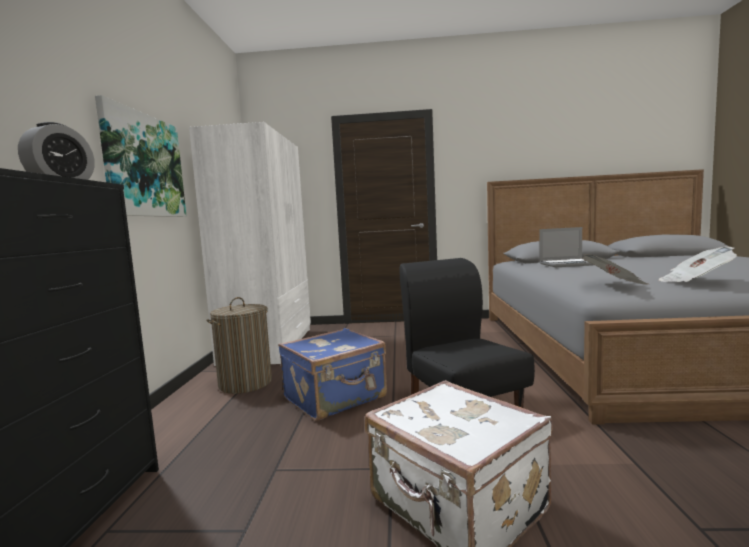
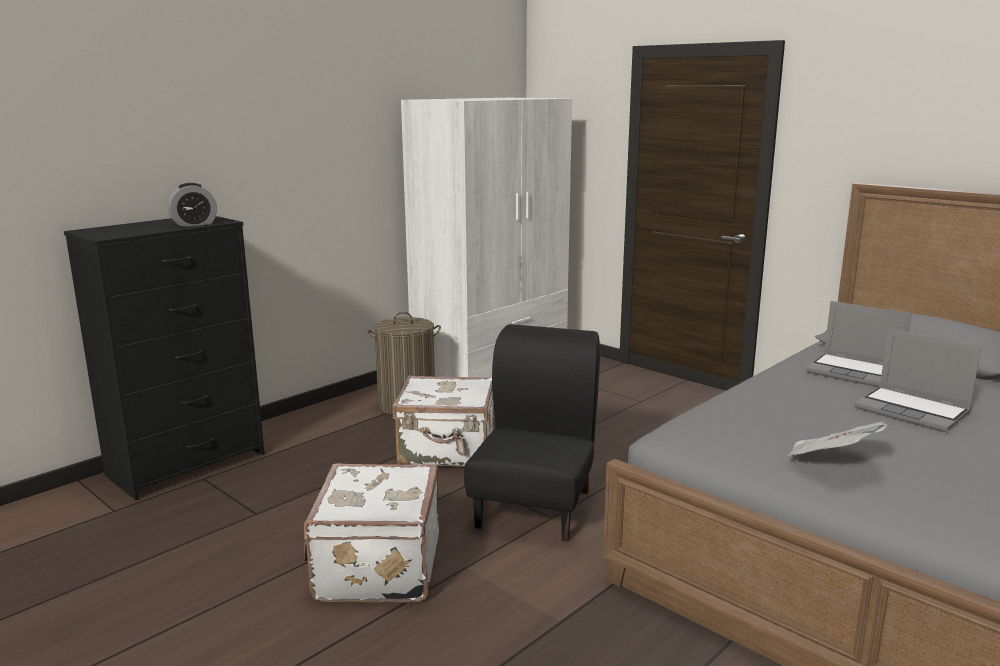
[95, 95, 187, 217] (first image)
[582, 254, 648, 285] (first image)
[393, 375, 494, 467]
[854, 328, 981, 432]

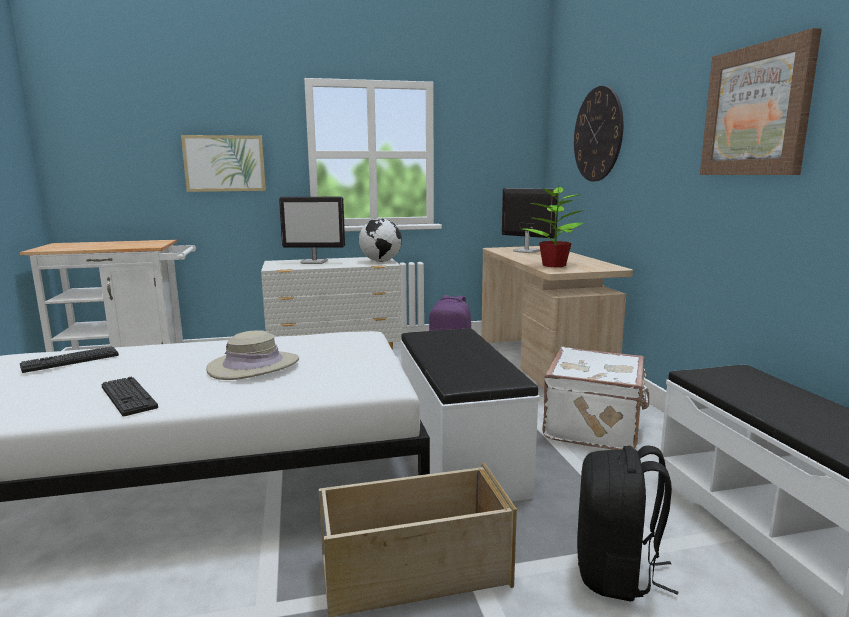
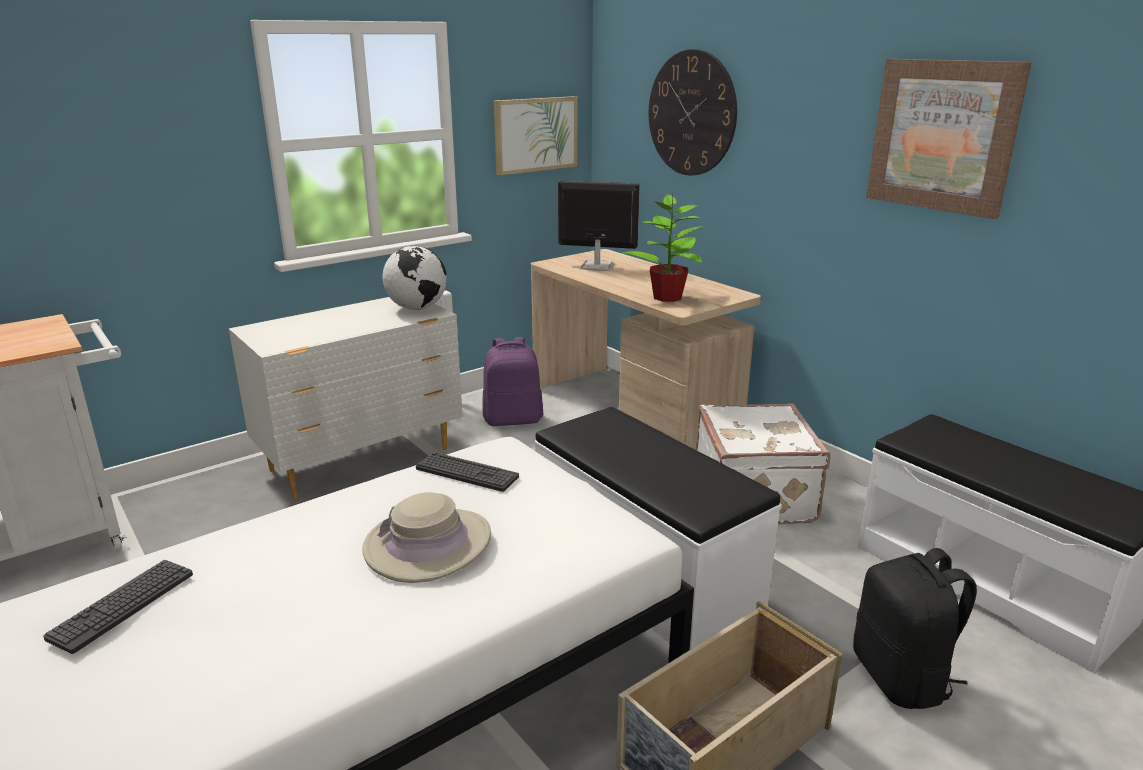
[494, 96, 577, 175]
[279, 197, 345, 264] (first image)
[416, 452, 519, 492]

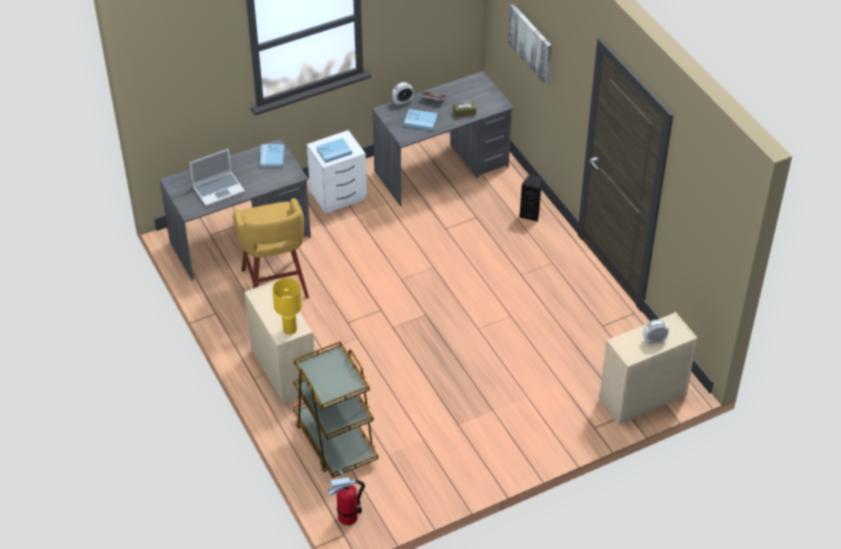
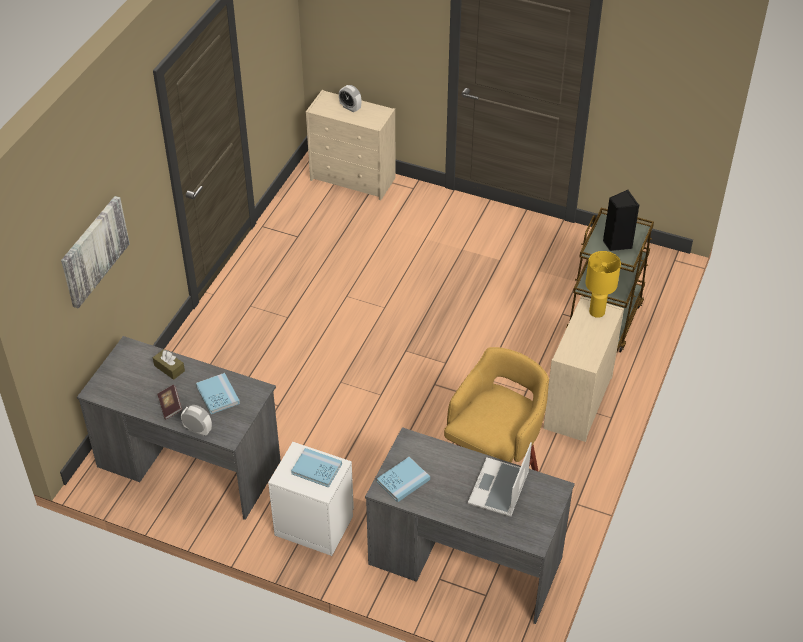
[468, 442, 532, 517]
[603, 190, 640, 251]
[328, 469, 365, 525] (first image)

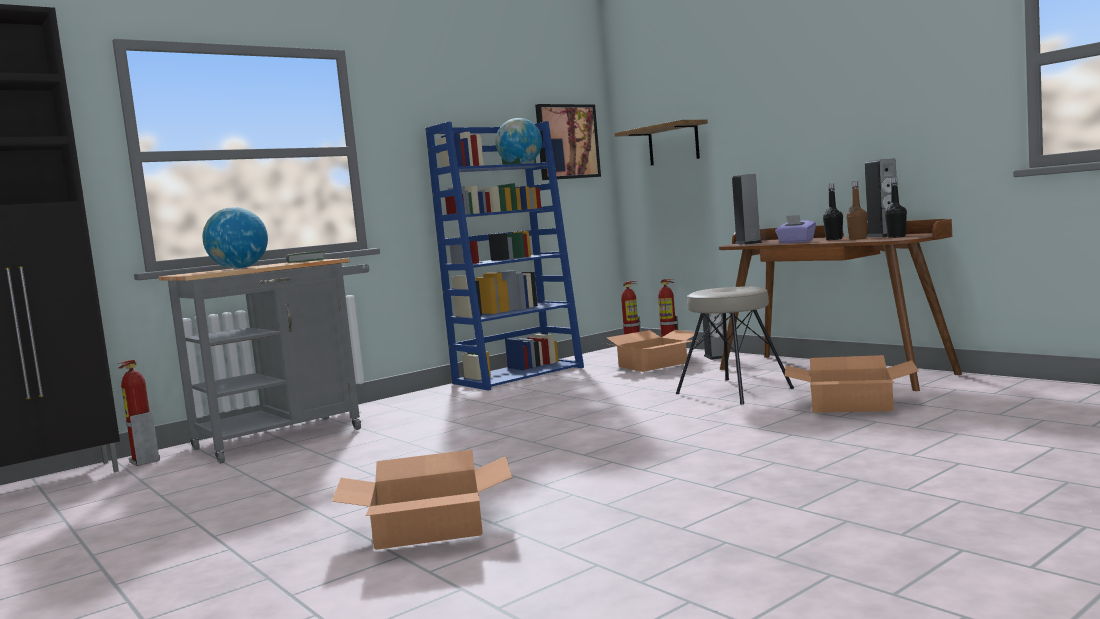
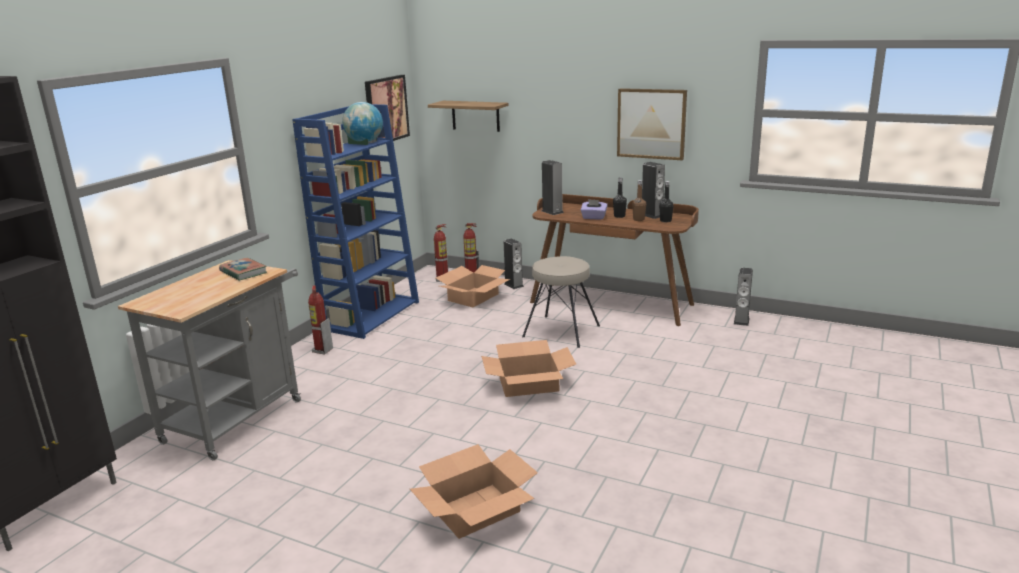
[202, 207, 268, 269] (first image)
[481, 340, 576, 397]
[308, 285, 333, 355]
[617, 88, 687, 160]
[734, 268, 753, 326]

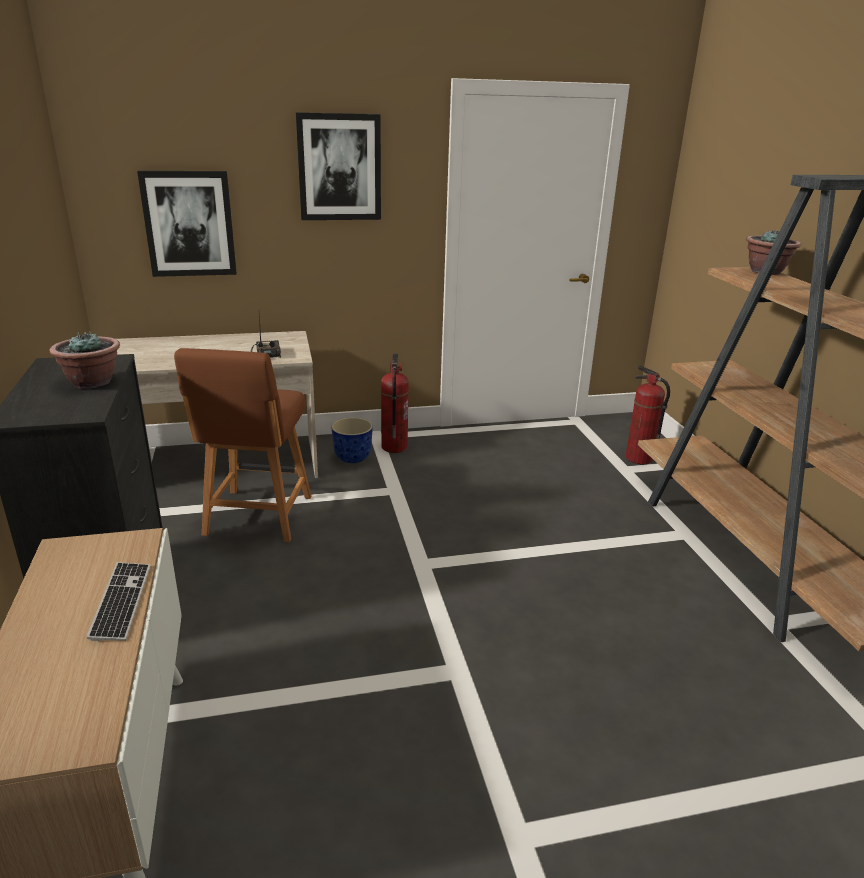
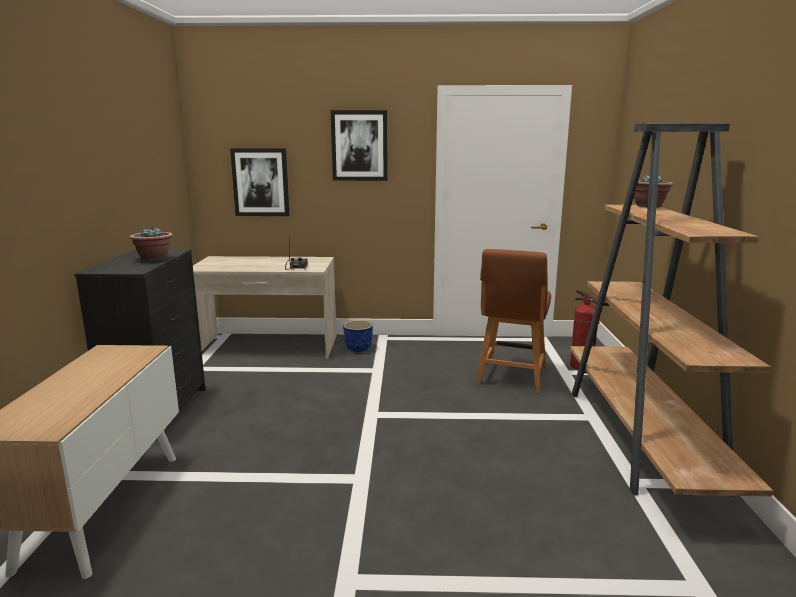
[476, 249, 551, 394]
[381, 353, 409, 453] (first image)
[87, 562, 151, 641] (first image)

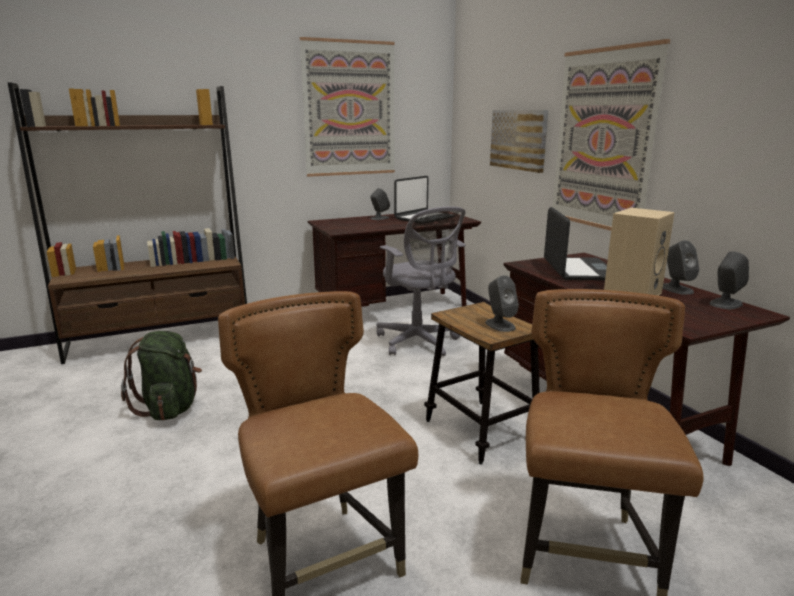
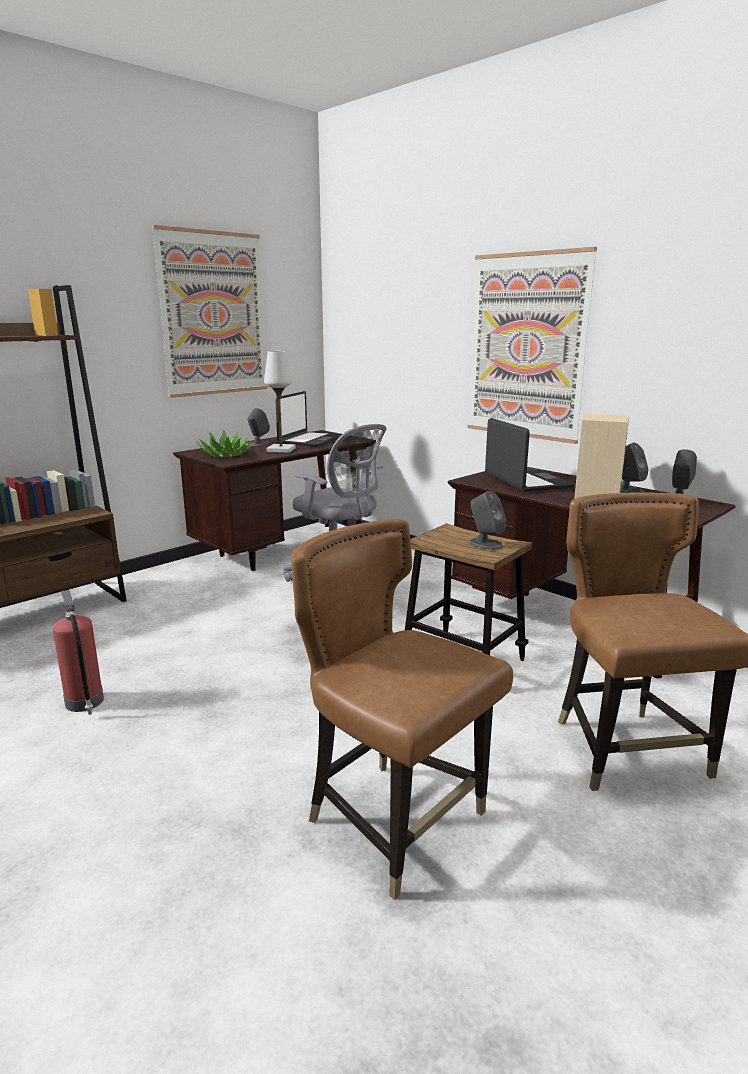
[490, 110, 549, 173] (first image)
[53, 590, 104, 715]
[264, 351, 295, 453]
[196, 429, 254, 457]

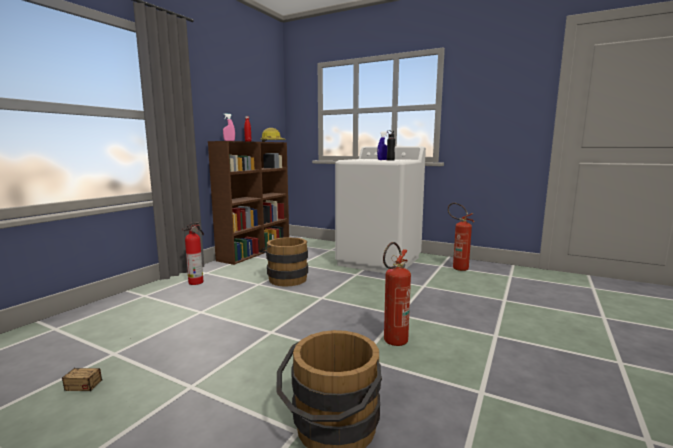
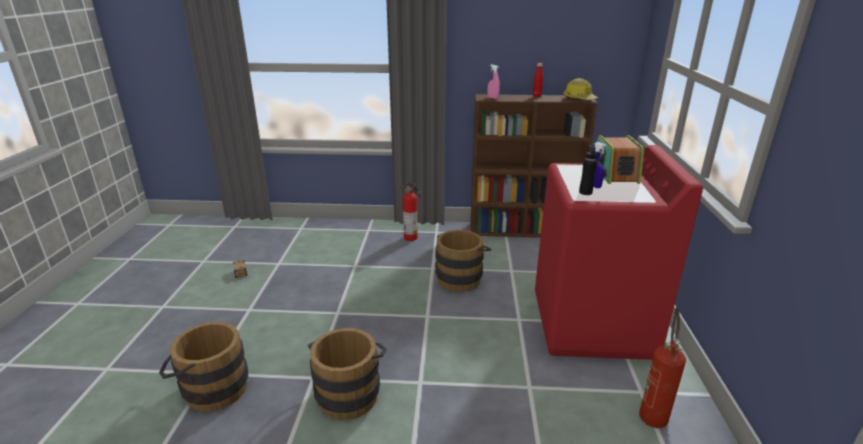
[535, 145, 703, 360]
[308, 328, 387, 420]
[595, 135, 644, 184]

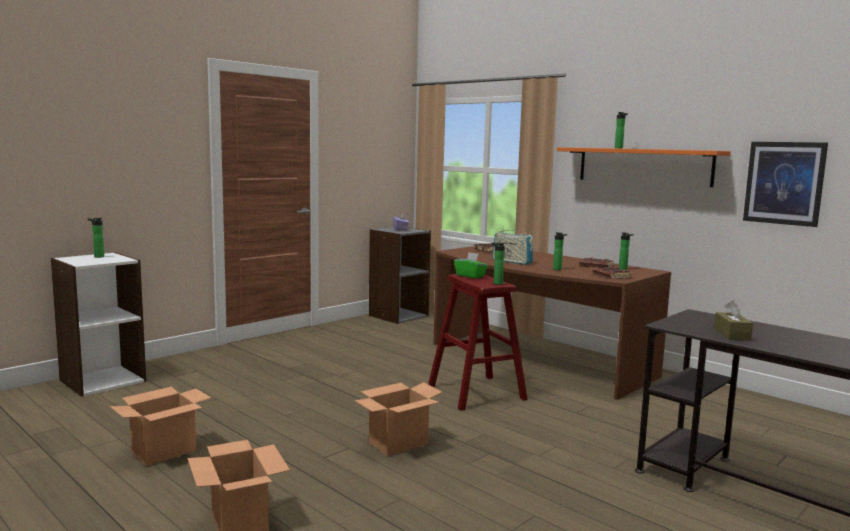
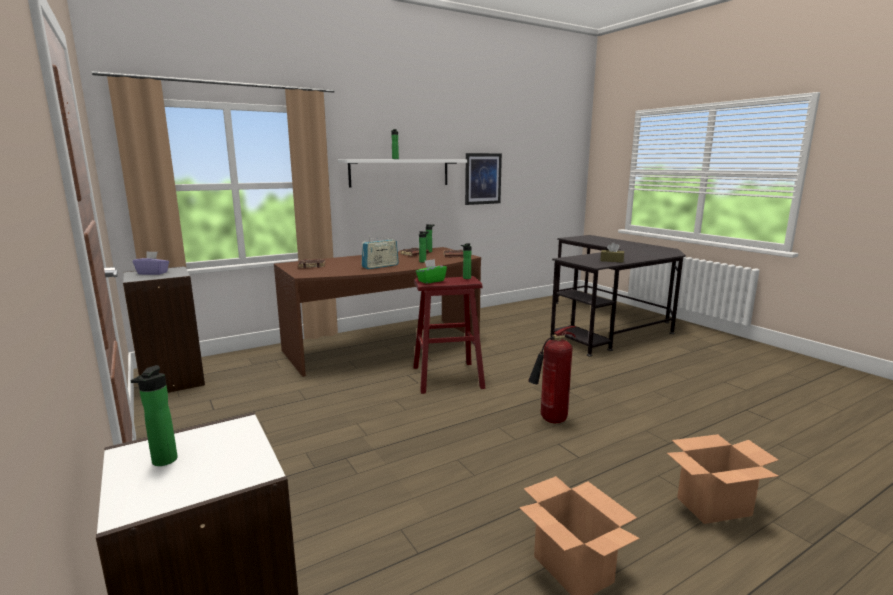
[338, 159, 467, 188]
[528, 326, 576, 423]

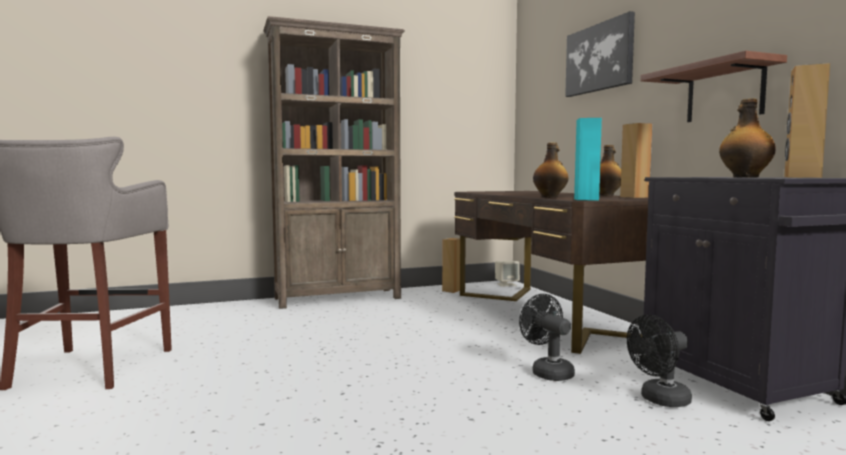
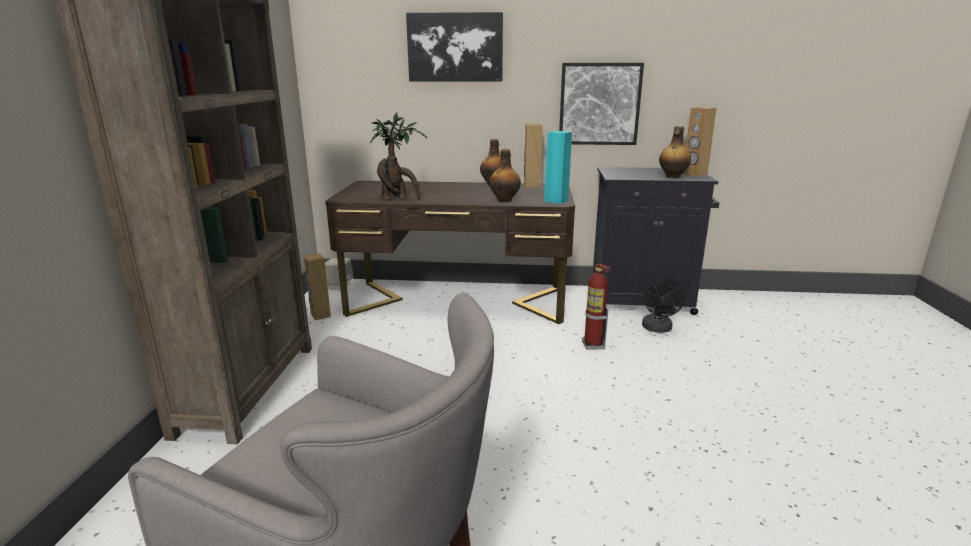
[559, 63, 644, 145]
[582, 263, 611, 350]
[370, 112, 428, 200]

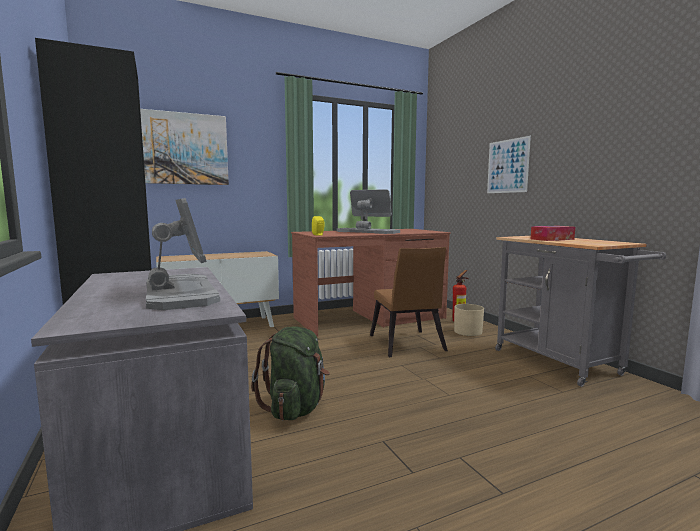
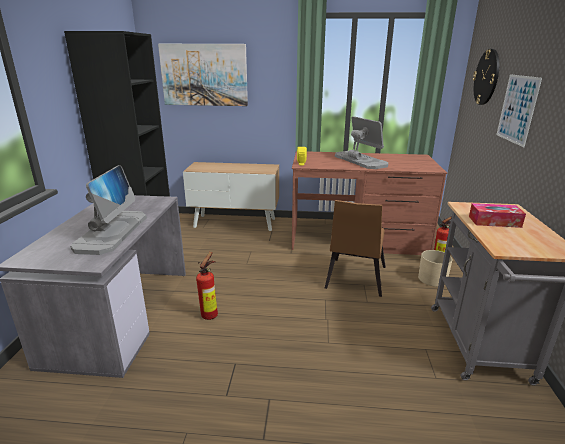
[196, 252, 218, 320]
[473, 49, 499, 105]

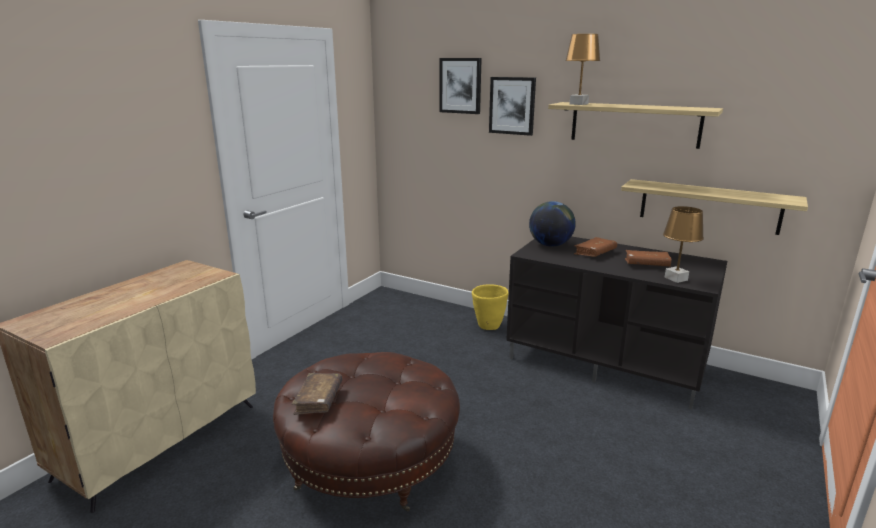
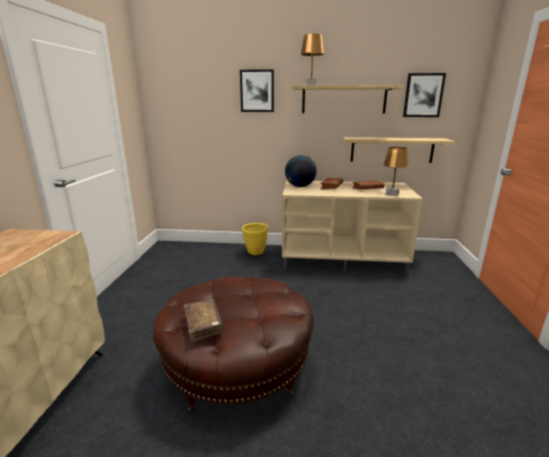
[403, 73, 446, 117]
[282, 180, 423, 275]

